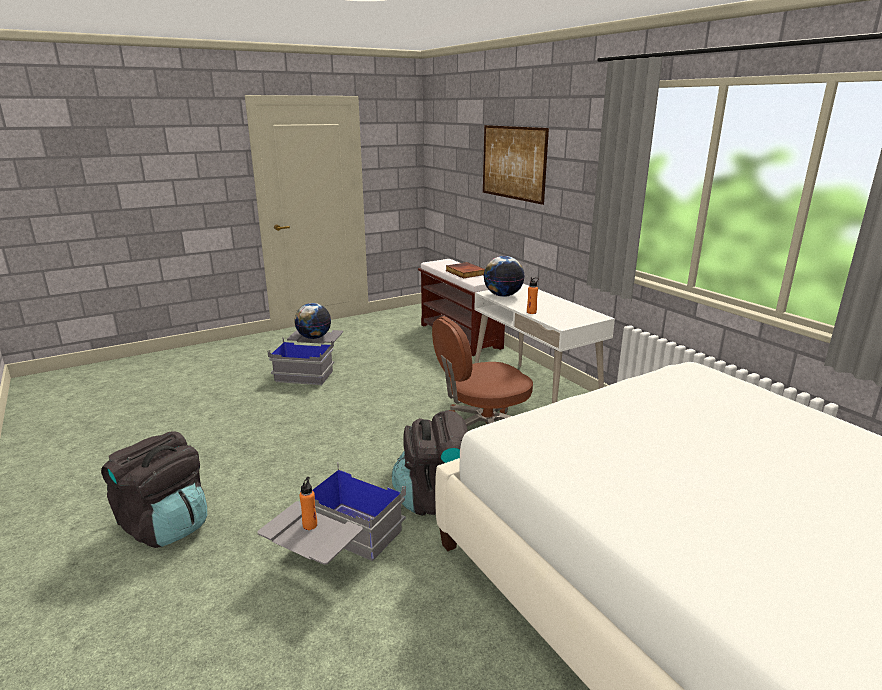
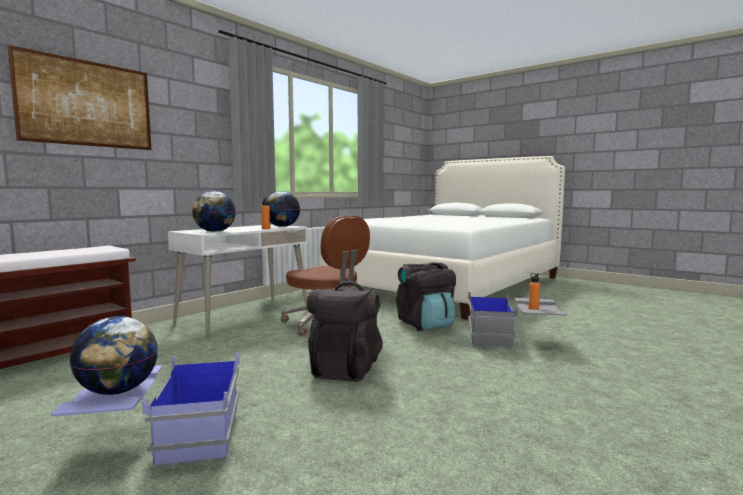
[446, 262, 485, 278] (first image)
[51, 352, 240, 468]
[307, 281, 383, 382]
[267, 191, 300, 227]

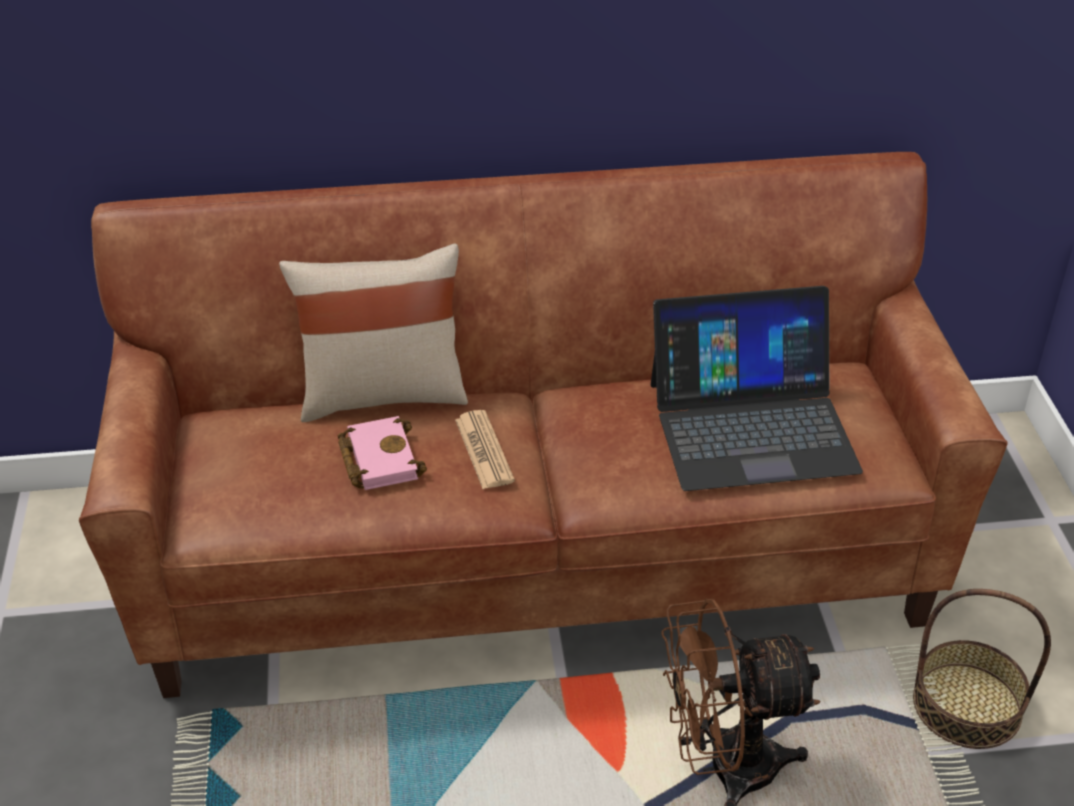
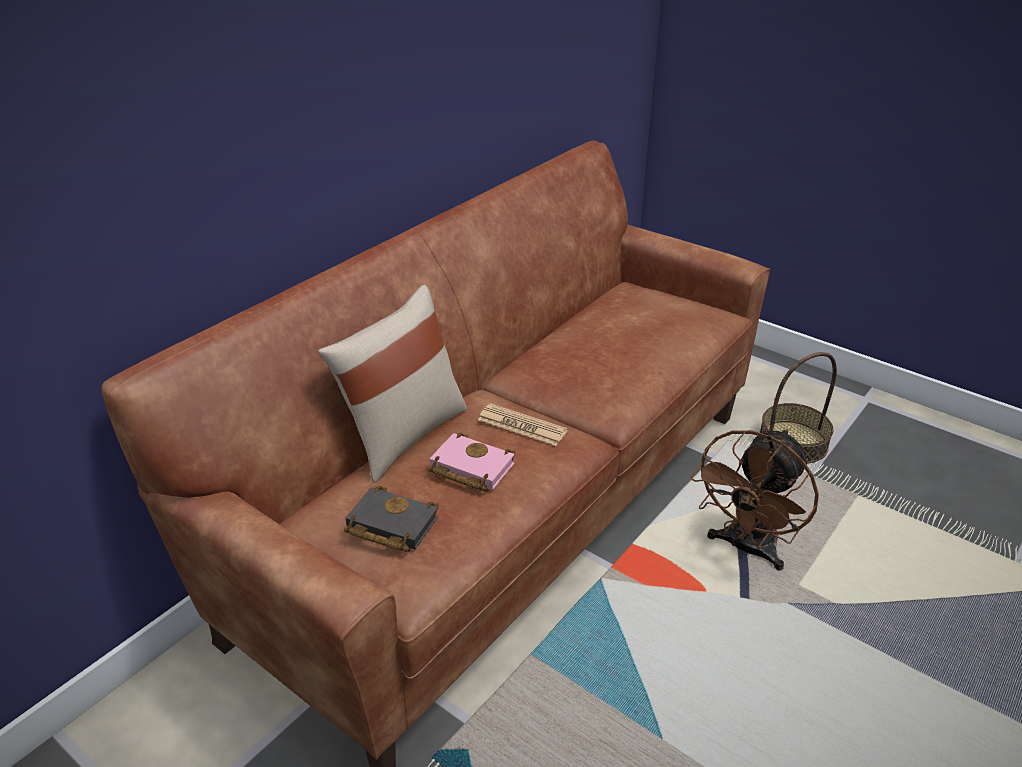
[651, 286, 863, 491] (first image)
[344, 486, 439, 552]

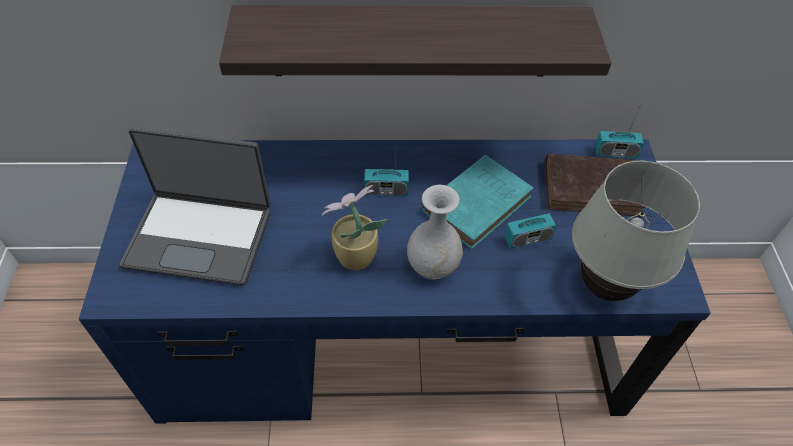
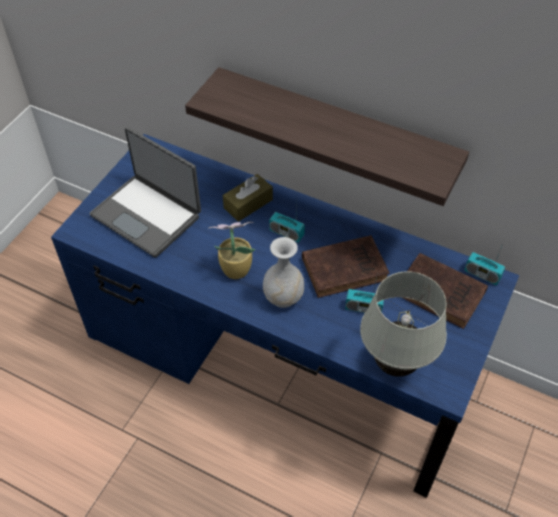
[302, 235, 390, 298]
[223, 174, 273, 222]

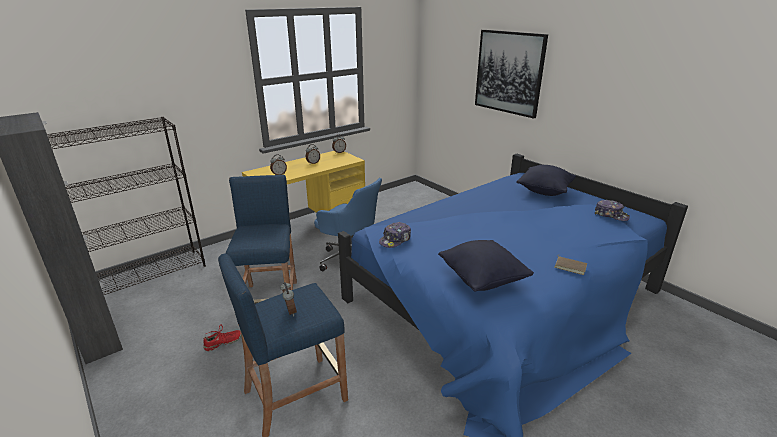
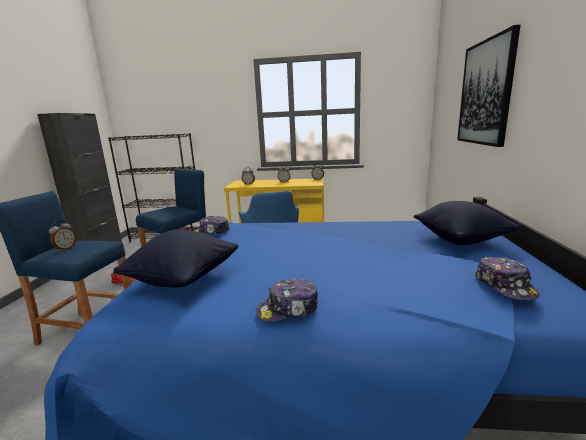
[256, 278, 318, 322]

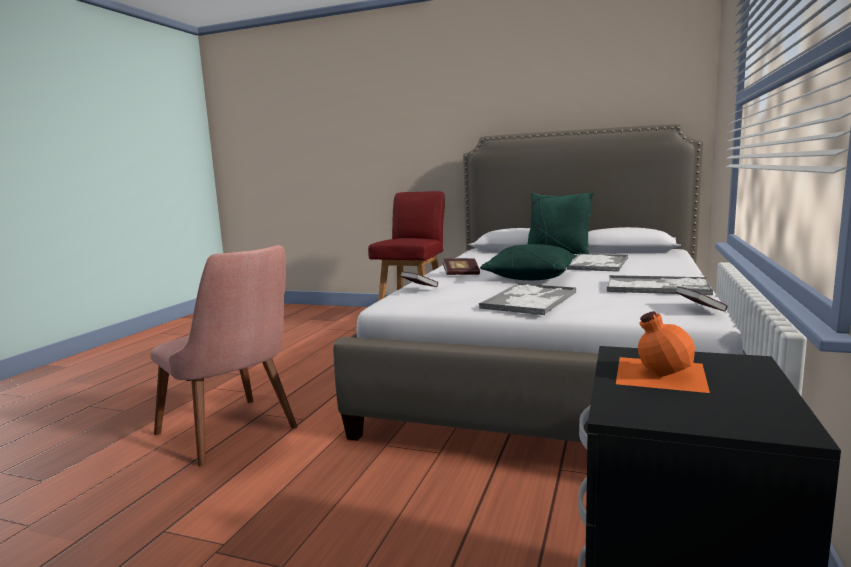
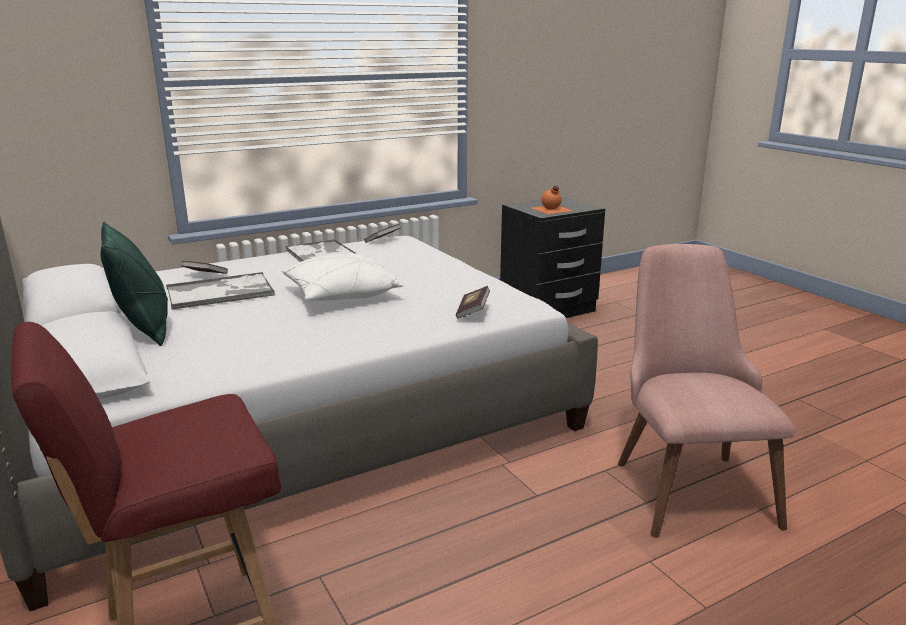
[281, 253, 403, 301]
[181, 261, 228, 274]
[479, 283, 577, 315] (first image)

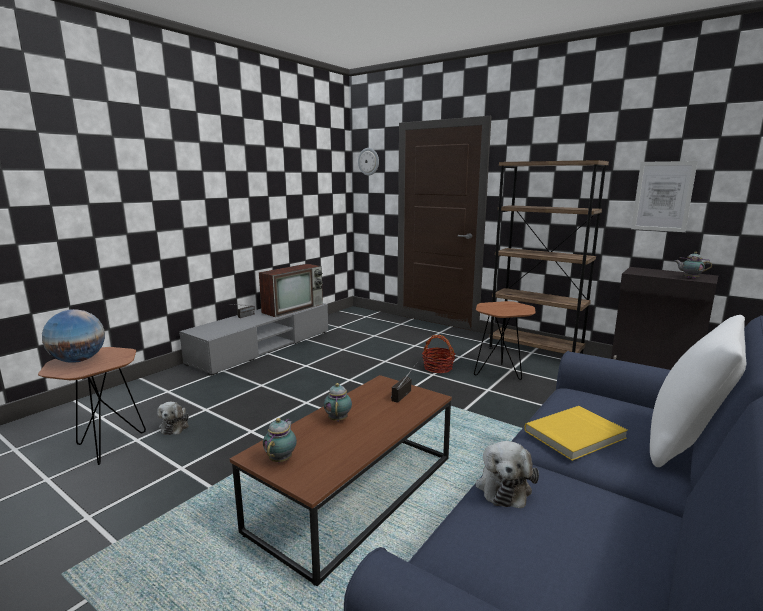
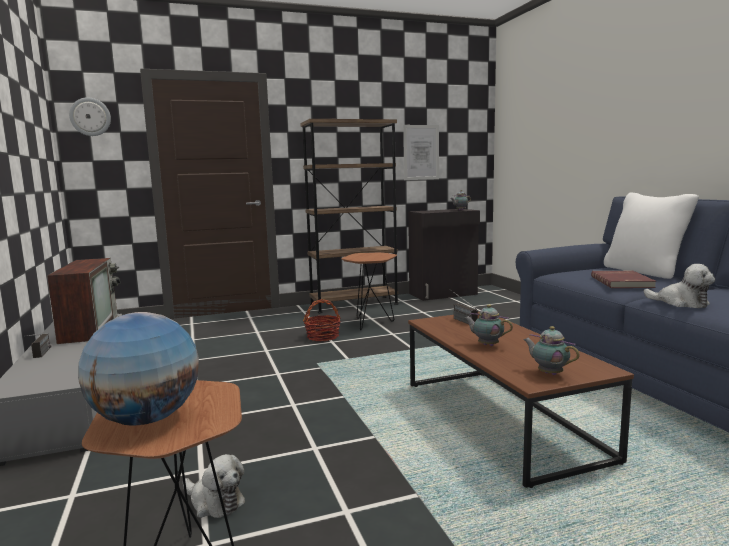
[591, 271, 656, 288]

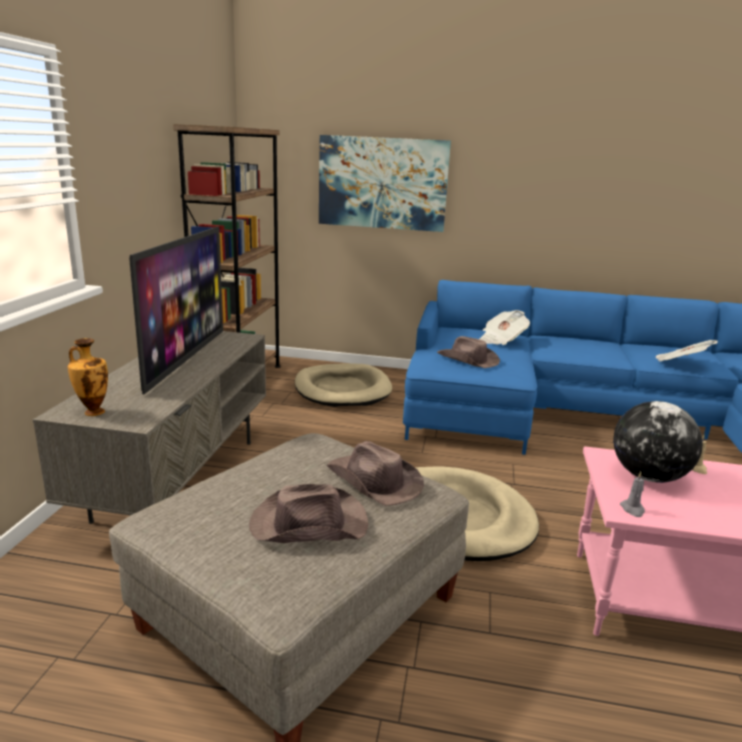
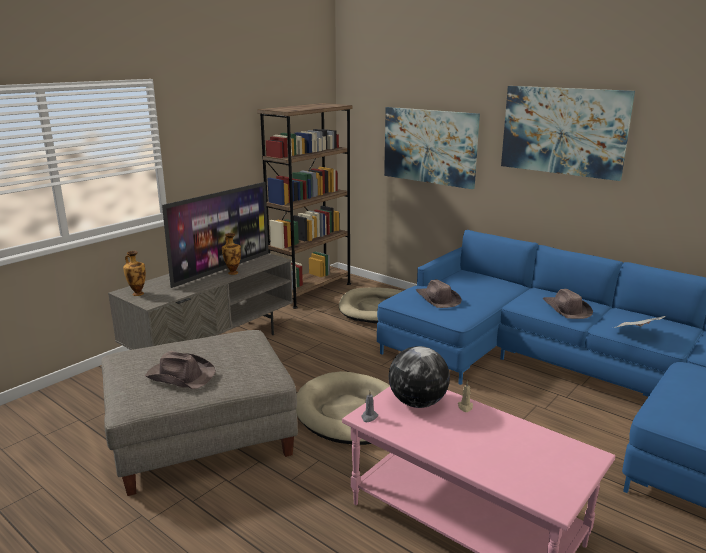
[480, 310, 530, 345] (first image)
[543, 289, 593, 319]
[501, 86, 635, 181]
[222, 233, 241, 275]

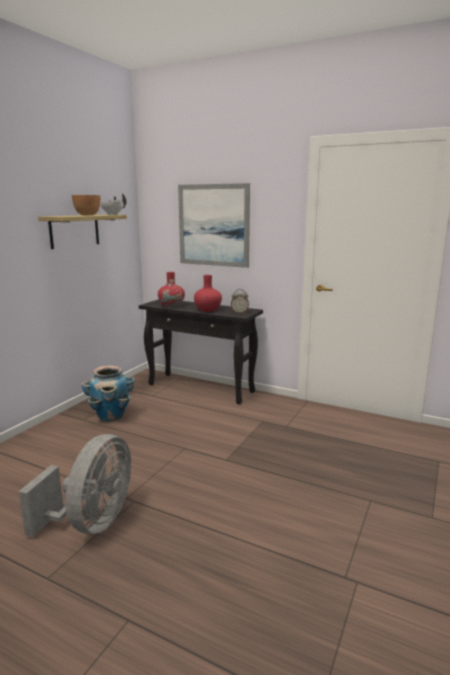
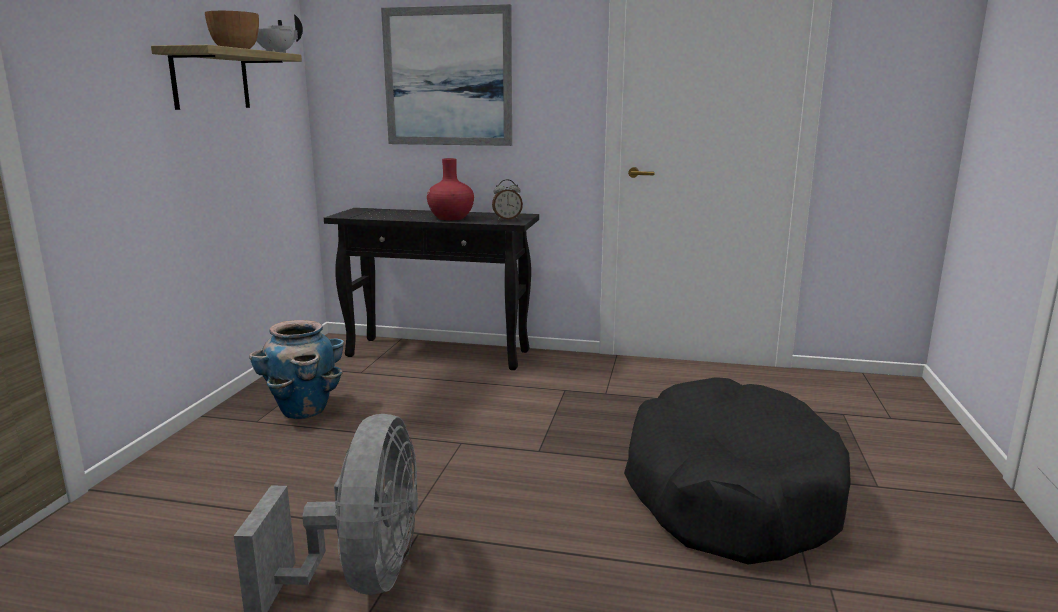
[158, 272, 185, 307] (first image)
[624, 377, 851, 565]

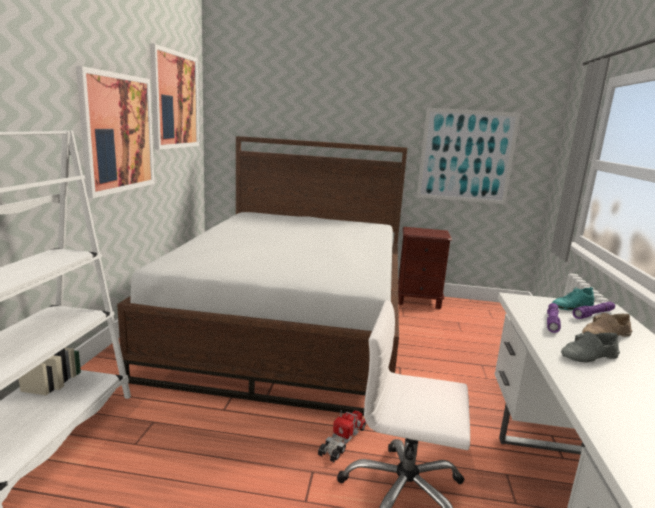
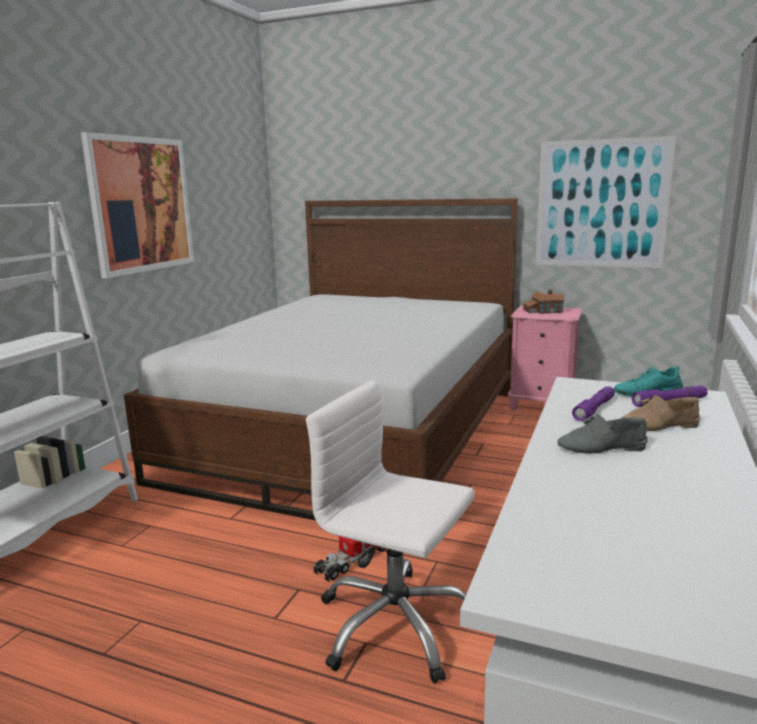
[150, 43, 199, 150] (first image)
[508, 306, 582, 411]
[523, 289, 565, 314]

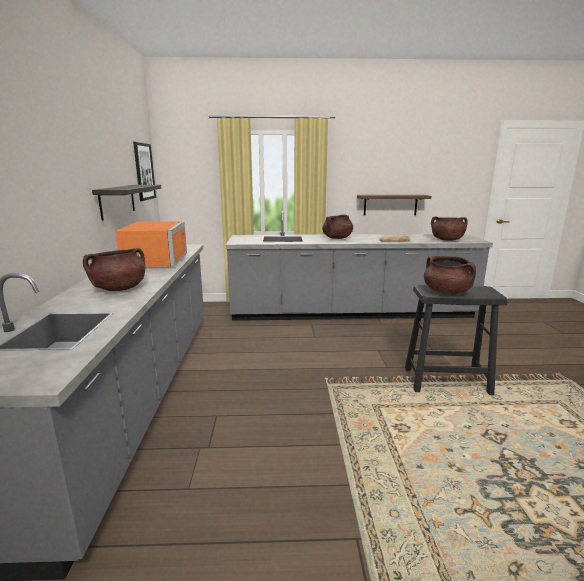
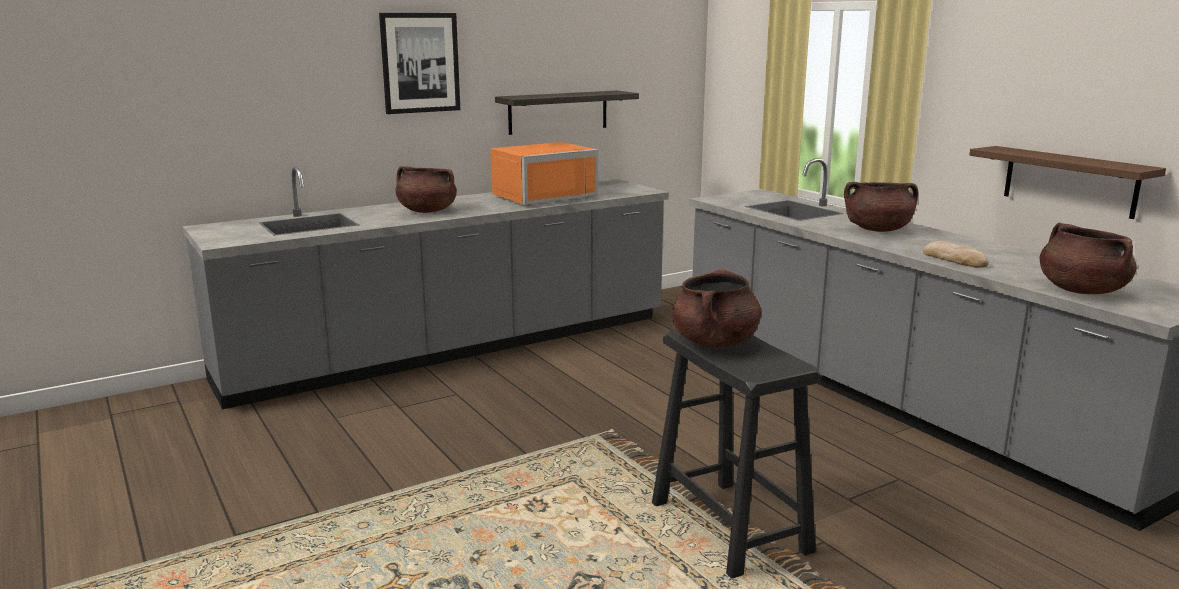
[379, 13, 460, 114]

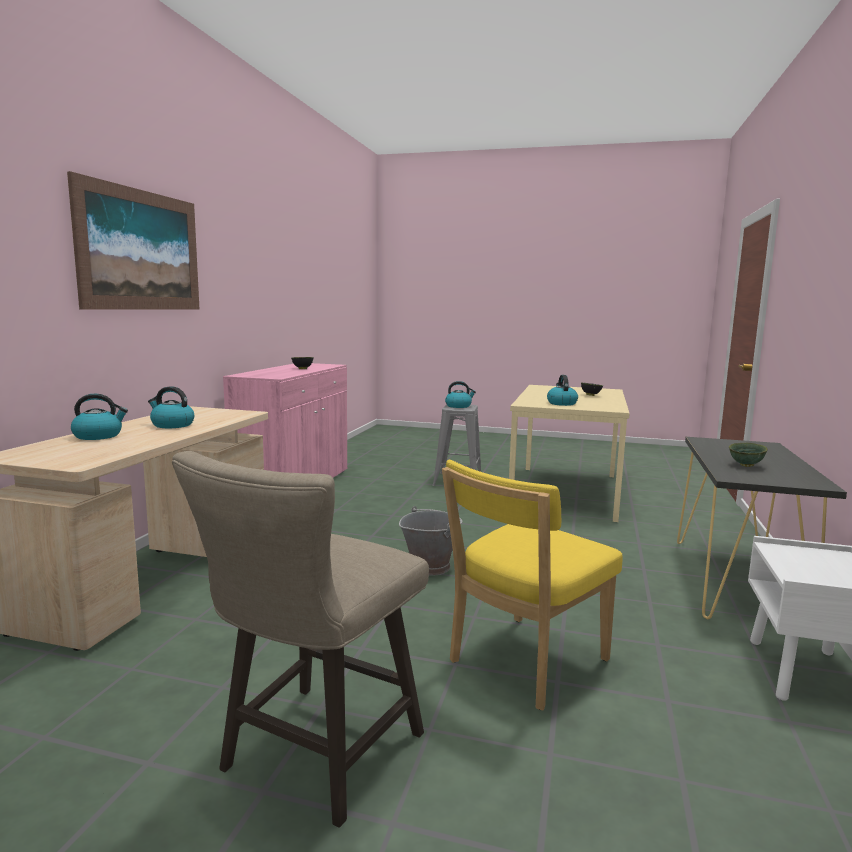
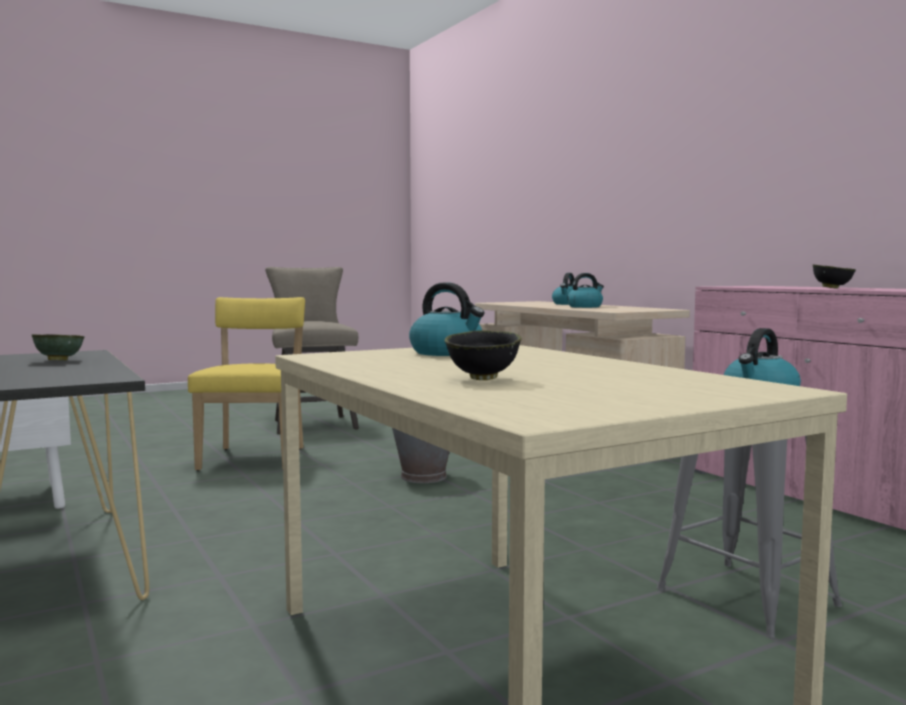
[67, 171, 199, 310] (first image)

